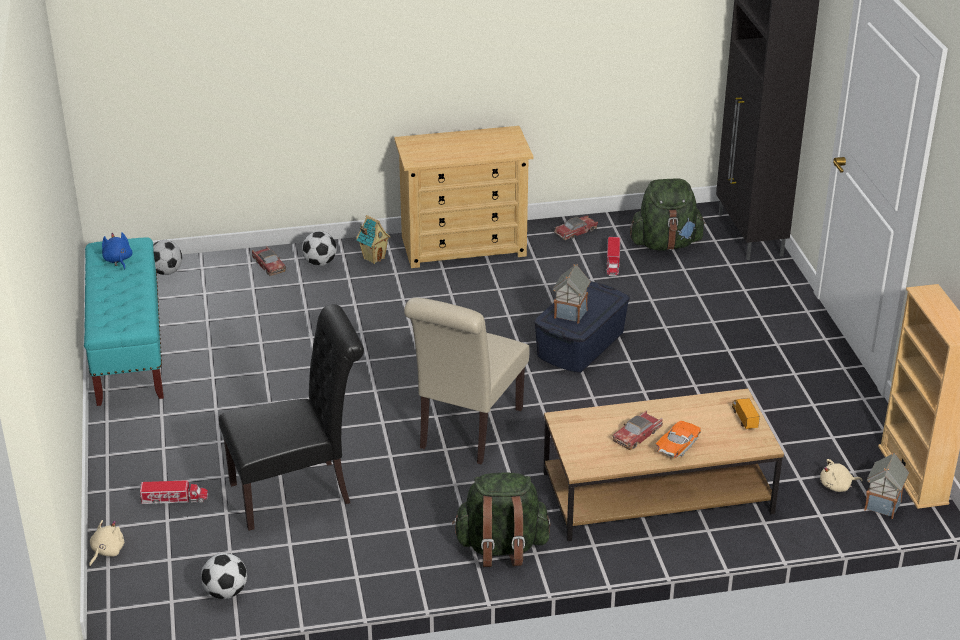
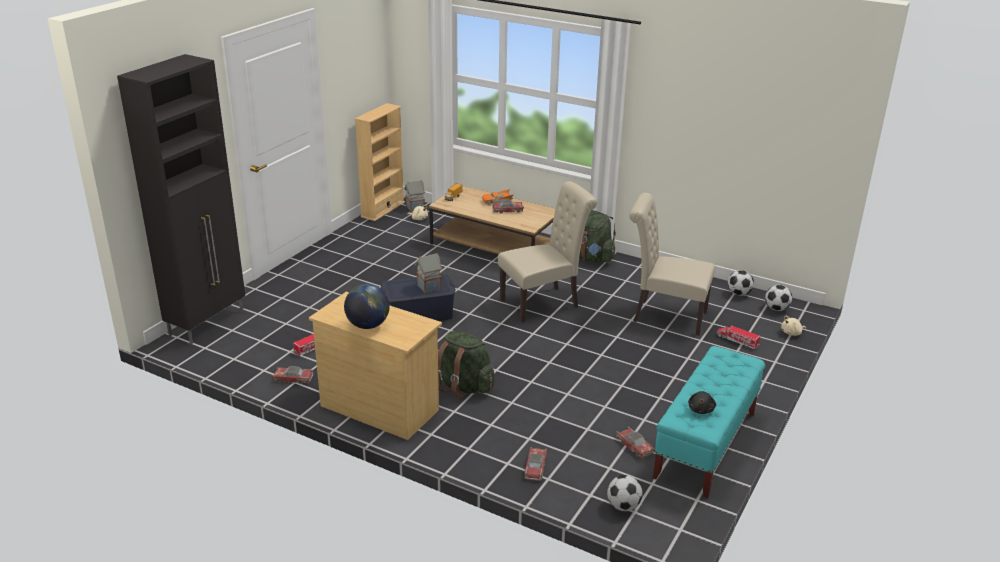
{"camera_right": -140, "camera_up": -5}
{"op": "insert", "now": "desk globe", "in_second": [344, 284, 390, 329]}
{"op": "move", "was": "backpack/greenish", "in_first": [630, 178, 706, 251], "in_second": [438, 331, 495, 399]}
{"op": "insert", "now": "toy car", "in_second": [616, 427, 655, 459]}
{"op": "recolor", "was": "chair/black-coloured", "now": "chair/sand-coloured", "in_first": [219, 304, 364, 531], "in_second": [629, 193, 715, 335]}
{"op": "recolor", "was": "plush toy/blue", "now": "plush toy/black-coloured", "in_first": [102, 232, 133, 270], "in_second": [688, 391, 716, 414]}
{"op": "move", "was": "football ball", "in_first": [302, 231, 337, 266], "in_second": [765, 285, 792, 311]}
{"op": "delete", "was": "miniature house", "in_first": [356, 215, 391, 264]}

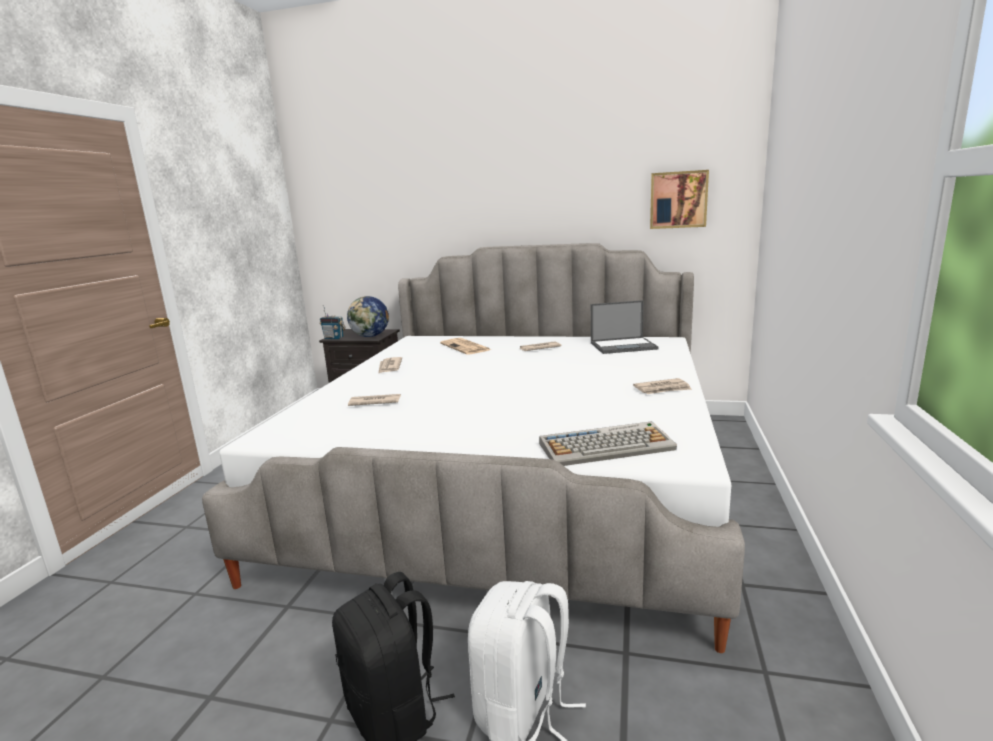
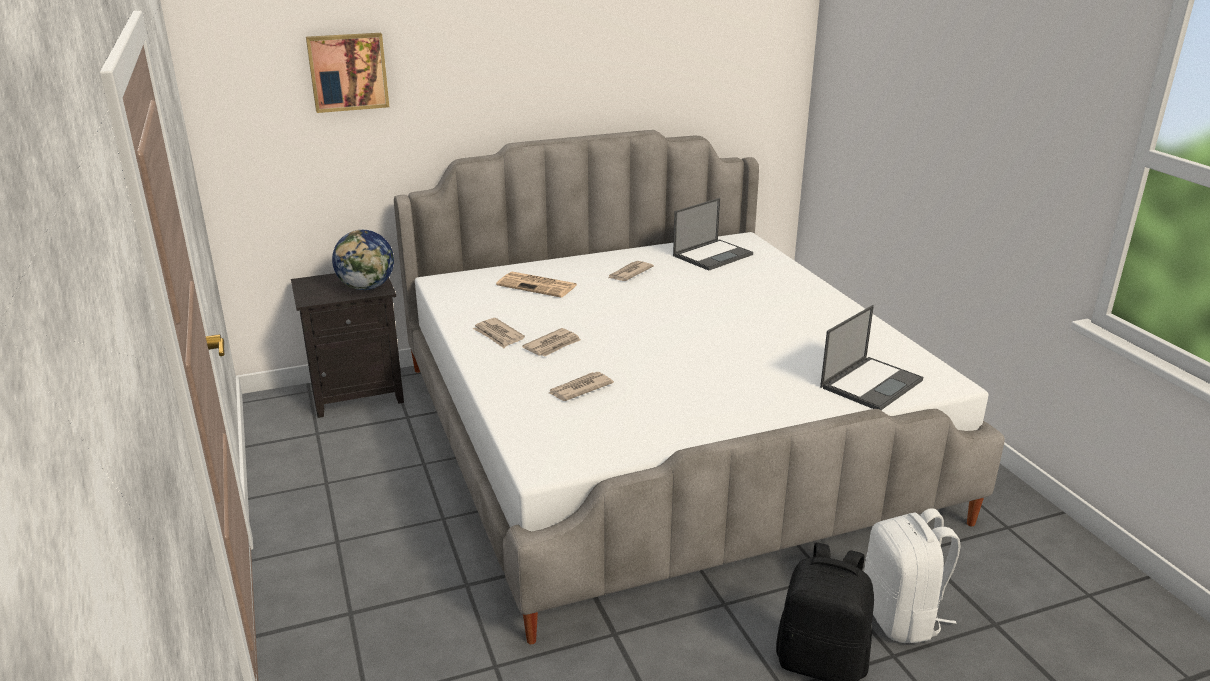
{"camera_right": -35, "camera_up": 10}
{"op": "move", "was": "picture", "in_first": [650, 170, 709, 229], "in_second": [306, 33, 389, 113]}
{"op": "move", "was": "daily paper", "in_first": [633, 378, 692, 394], "in_second": [522, 328, 581, 357]}
{"op": "replace", "was": "computer keyboard", "now": "portable computer", "in_first": [539, 421, 677, 466], "in_second": [820, 305, 923, 410]}
{"op": "delete", "was": "radio", "in_first": [320, 305, 346, 339]}

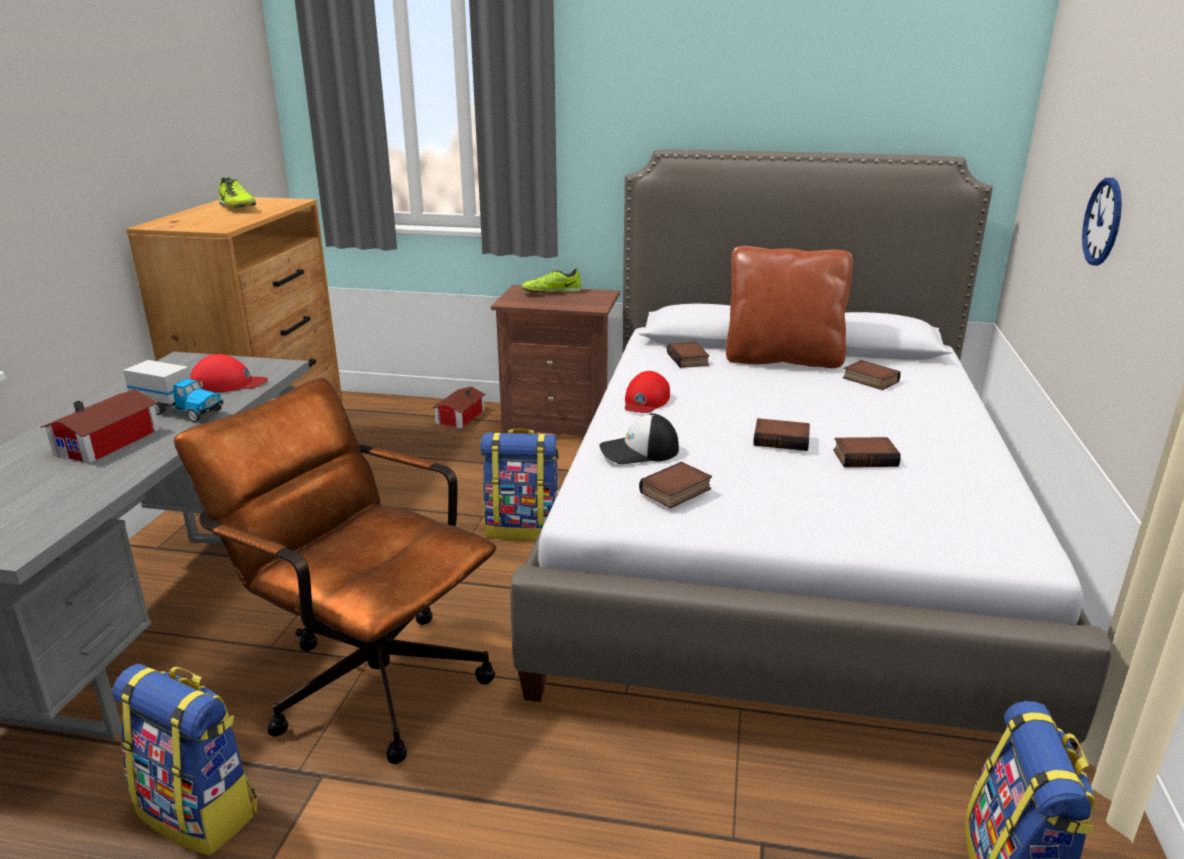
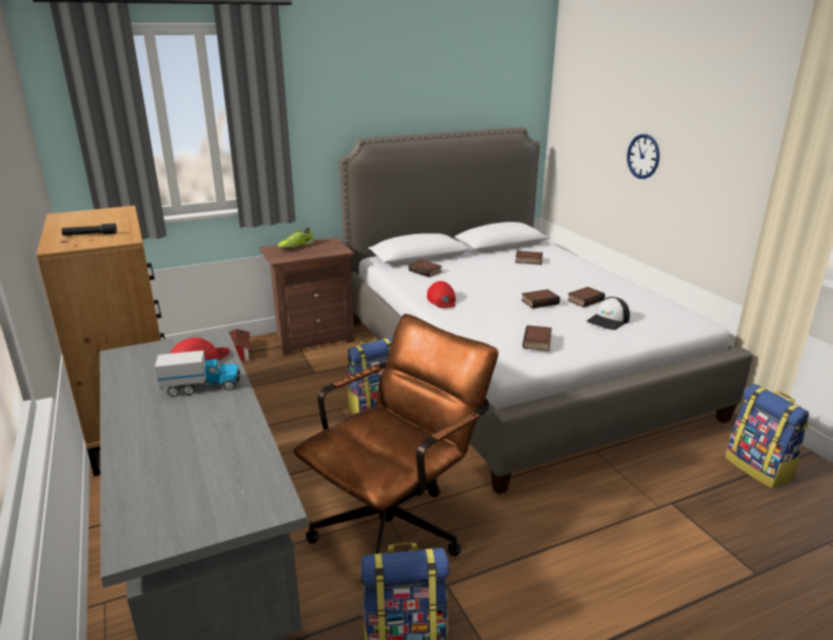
{"camera_right": -35, "camera_up": 0}
{"op": "insert", "now": "flashlight/black-coloured", "in_second": [61, 223, 117, 236]}
{"op": "rotate", "was": "computer chair/brown", "in_first": [174, 378, 496, 764], "in_second": [293, 314, 499, 557], "clockwise": 135}
{"op": "move", "was": "baseball cap", "in_first": [599, 413, 679, 464], "in_second": [587, 297, 630, 330]}
{"op": "delete", "was": "miniature house", "in_first": [41, 389, 160, 464]}
{"op": "delete", "was": "shoe", "in_first": [219, 177, 256, 208]}
{"op": "delete", "was": "cushion/brown", "in_first": [726, 246, 853, 368]}

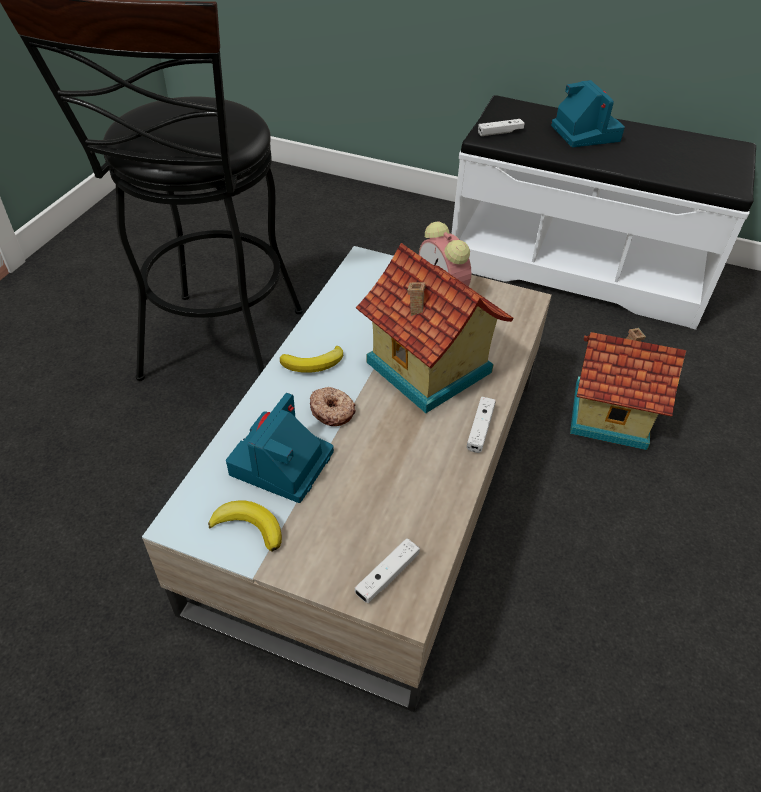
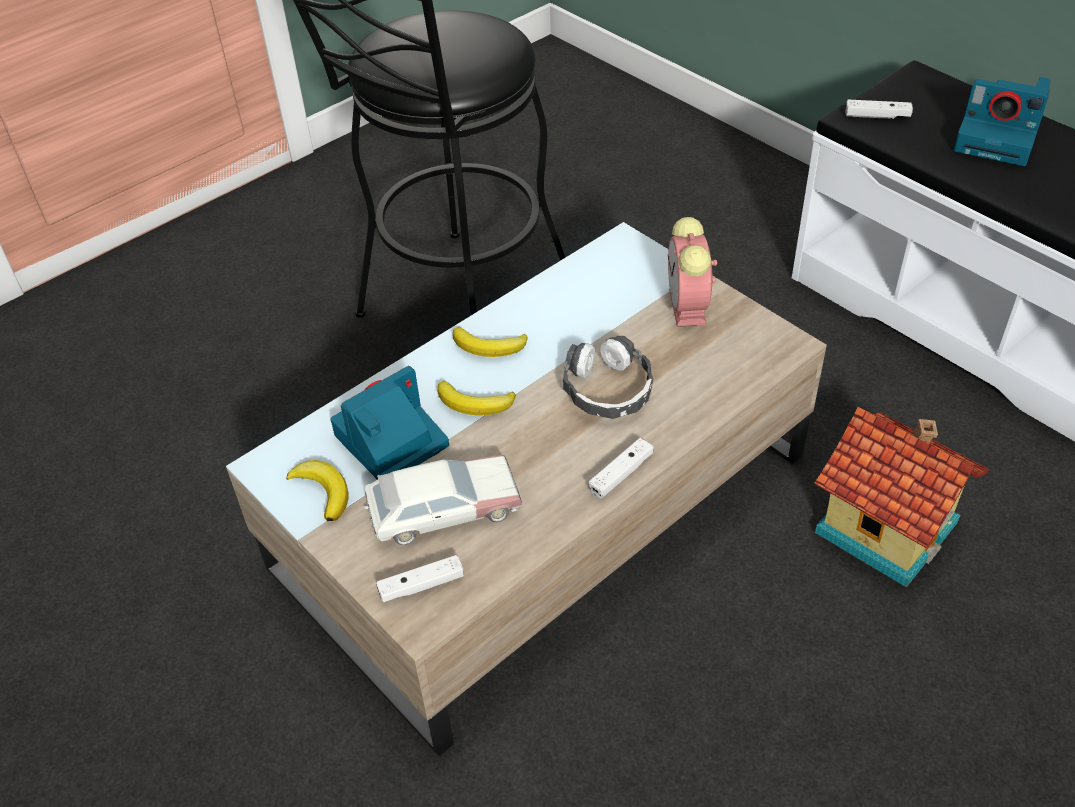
{"camera_right": 30, "camera_up": 0}
{"op": "insert", "now": "toy car", "in_second": [364, 455, 522, 545]}
{"op": "replace", "was": "ring doughnut", "now": "banana", "in_first": [310, 387, 356, 426], "in_second": [437, 381, 516, 415]}
{"op": "replace", "was": "miniature house", "now": "headset", "in_first": [356, 243, 514, 413], "in_second": [563, 336, 653, 419]}
{"op": "rotate", "was": "photo camera", "in_first": [551, 80, 625, 147], "in_second": [954, 77, 1051, 166], "clockwise": 105}

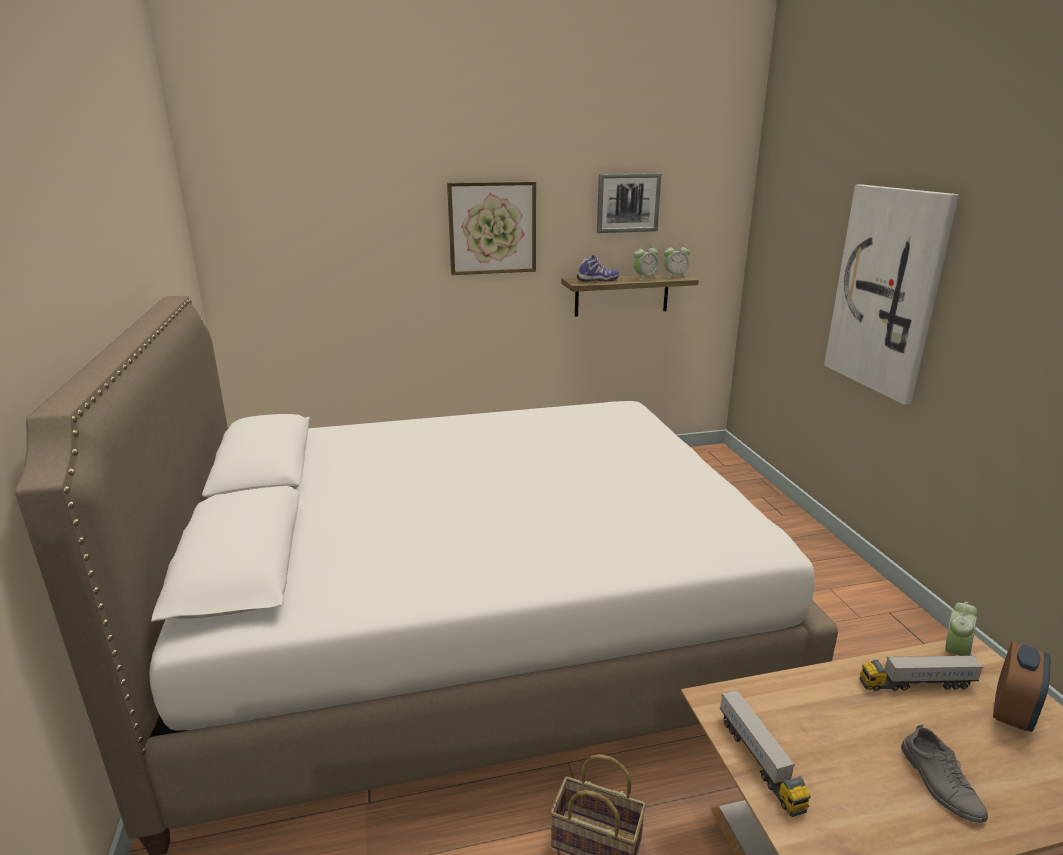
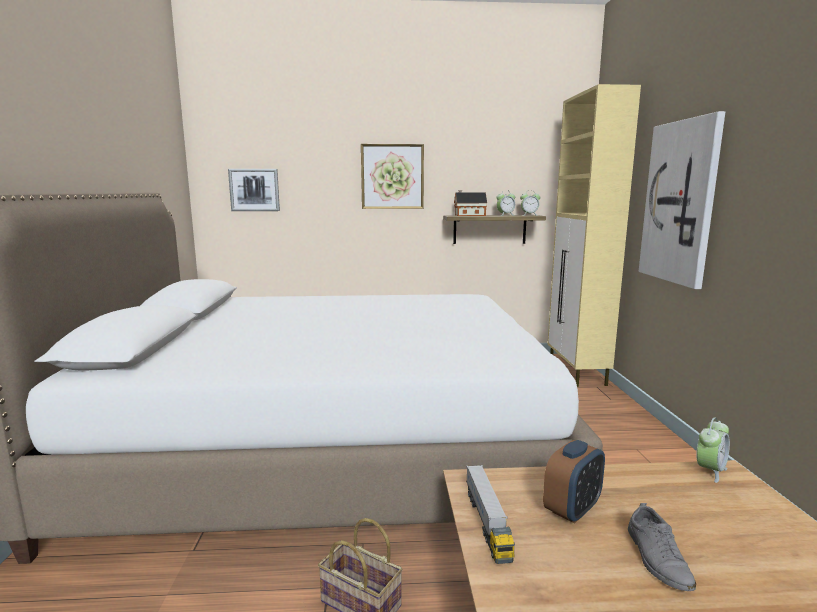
{"camera_right": 10, "camera_up": -10}
{"op": "move", "was": "picture", "in_first": [597, 173, 661, 233], "in_second": [228, 169, 280, 211]}
{"op": "replace", "was": "shoe", "now": "miniature house", "in_first": [577, 255, 619, 282], "in_second": [454, 190, 487, 216]}
{"op": "move", "was": "alarm clock", "in_first": [993, 642, 1050, 732], "in_second": [543, 440, 605, 524]}
{"op": "insert", "now": "storage cabinet/sand-coloured", "in_second": [547, 84, 641, 387]}
{"op": "delete", "was": "toy lorry", "in_first": [859, 655, 984, 691]}

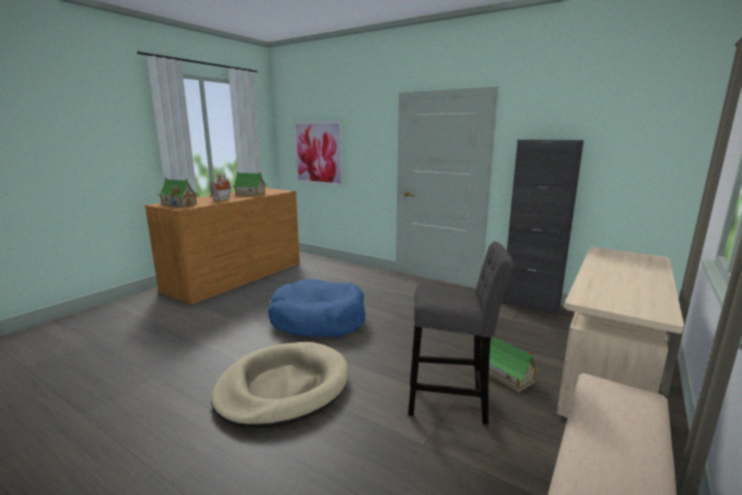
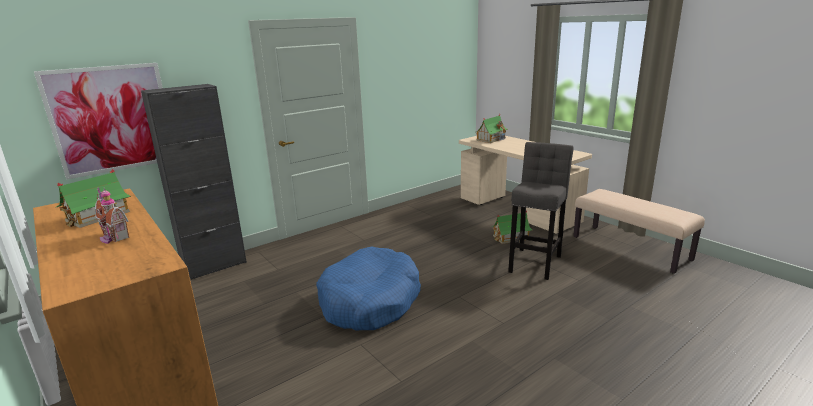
{"camera_right": -70, "camera_up": 5}
{"op": "move", "was": "storage cabinet/black-coloured", "in_first": [502, 139, 584, 316], "in_second": [141, 84, 247, 280]}
{"op": "move", "was": "miniature house", "in_first": [157, 177, 198, 207], "in_second": [476, 114, 508, 143]}
{"op": "delete", "was": "pet bed/sand-coloured", "in_first": [211, 342, 349, 428]}

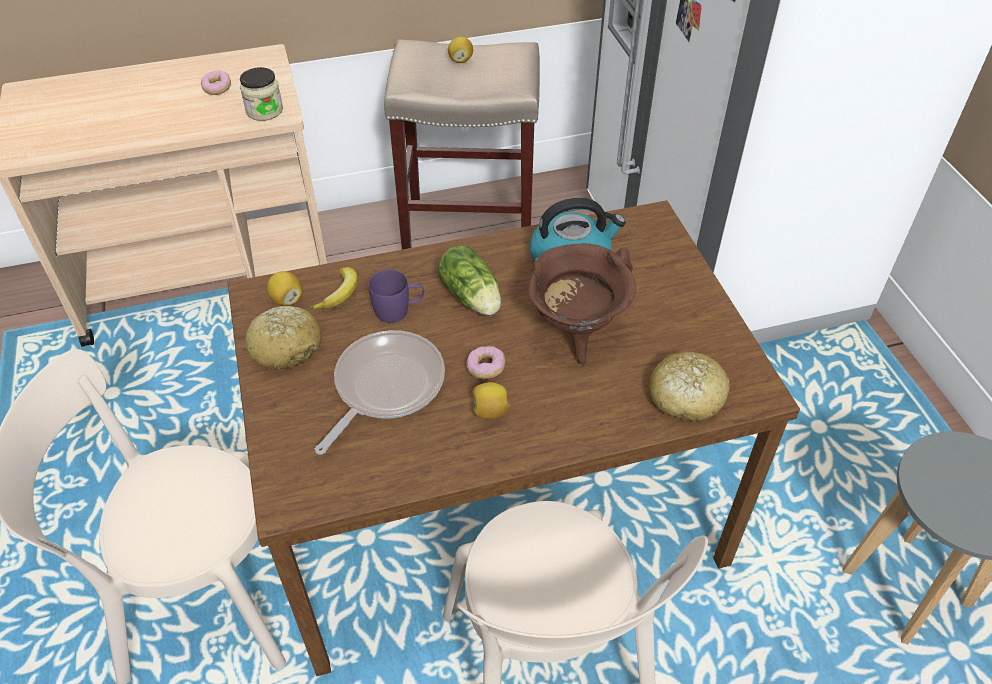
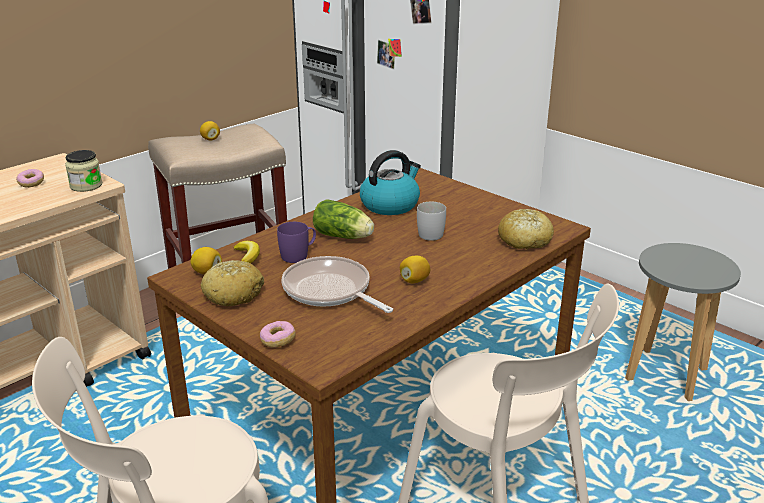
{"camera_right": -30, "camera_up": -20}
{"op": "move", "was": "ring doughnut", "in_first": [467, 346, 505, 379], "in_second": [260, 321, 296, 347]}
{"op": "rotate", "was": "skillet", "in_first": [315, 330, 445, 455], "in_second": [282, 256, 393, 313], "clockwise": -45}
{"op": "replace", "was": "cooking pot/brown", "now": "mug/whitish", "in_first": [529, 243, 636, 364], "in_second": [417, 202, 446, 241]}

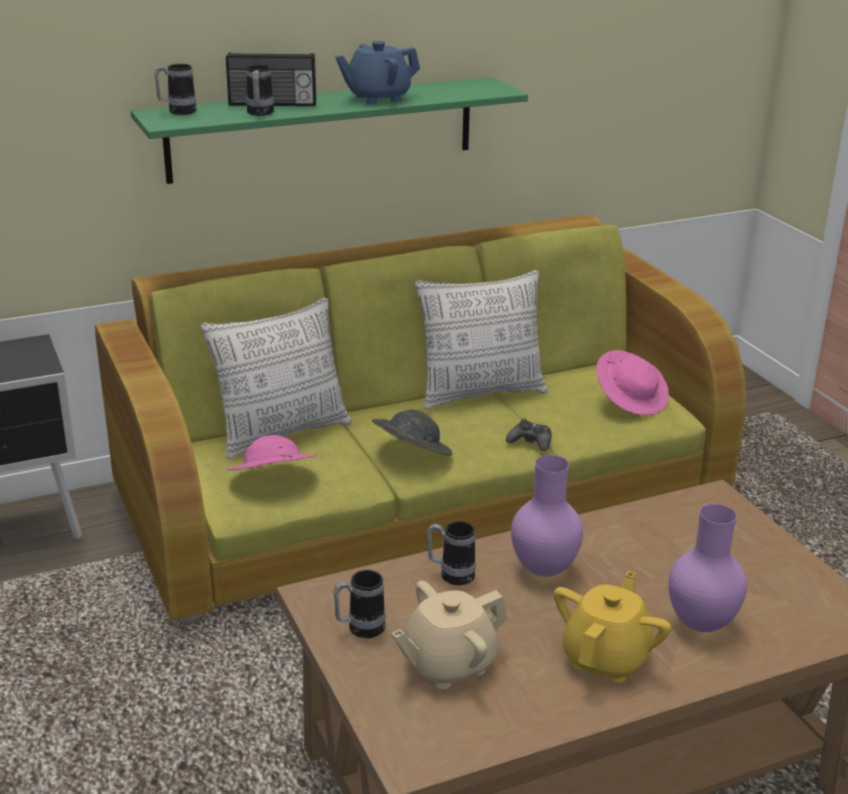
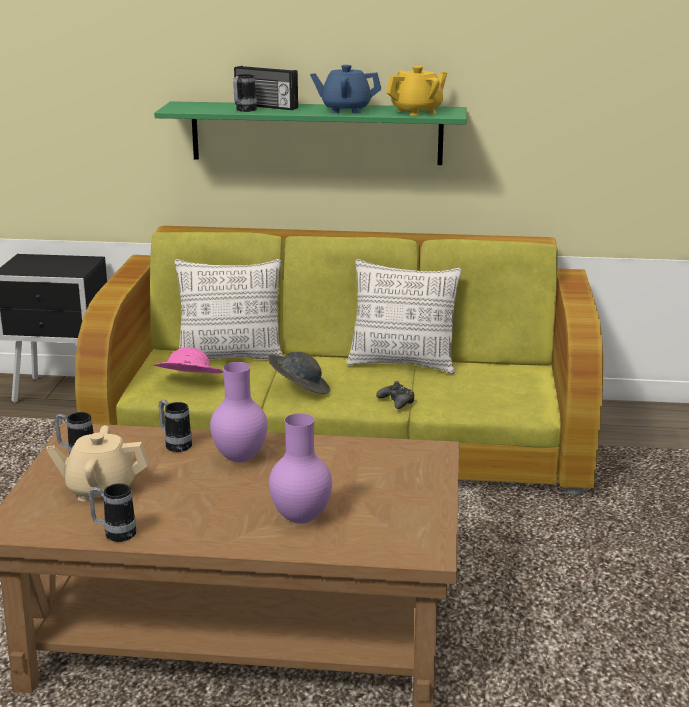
{"camera_right": 30, "camera_up": -5}
{"op": "move", "was": "mug", "in_first": [155, 64, 196, 115], "in_second": [89, 483, 136, 542]}
{"op": "move", "was": "teapot/yellow", "in_first": [554, 571, 671, 683], "in_second": [386, 66, 447, 116]}
{"op": "delete", "was": "hat/pink", "in_first": [597, 350, 669, 415]}

